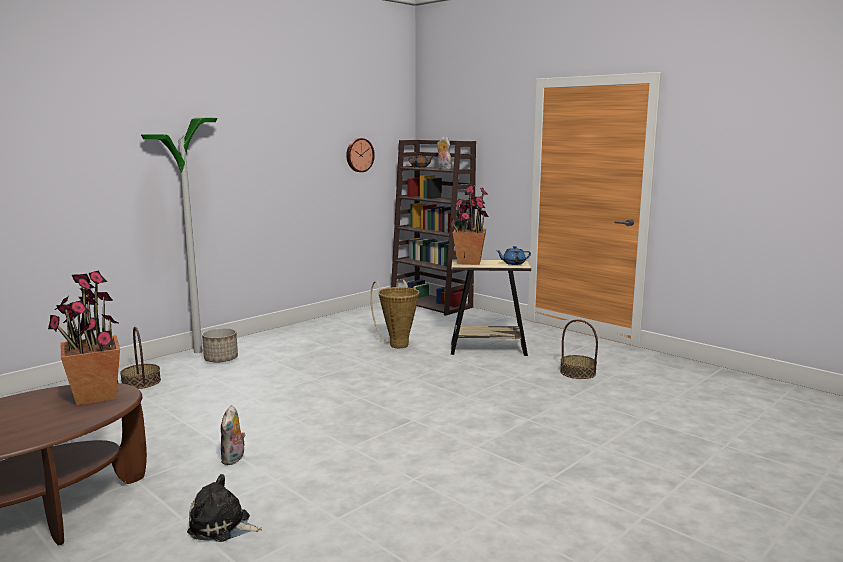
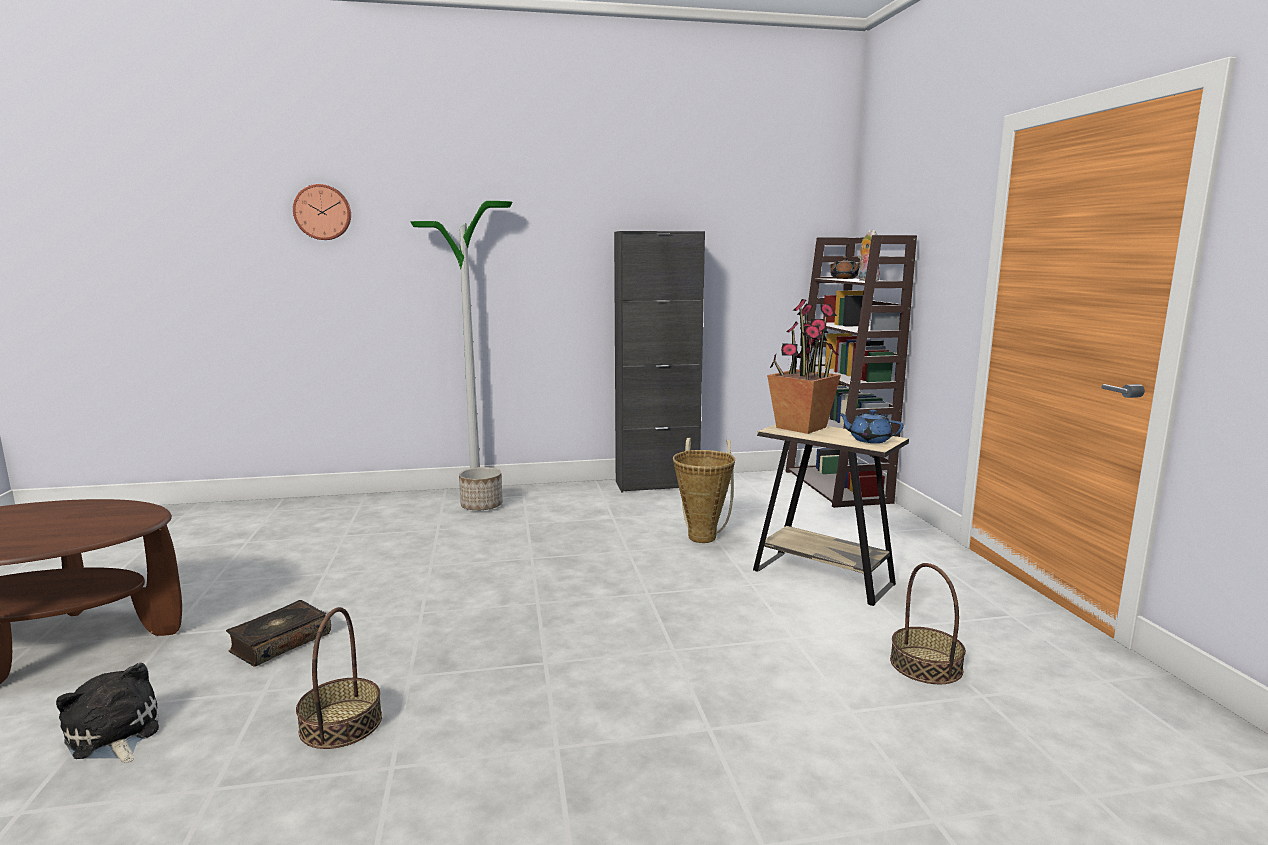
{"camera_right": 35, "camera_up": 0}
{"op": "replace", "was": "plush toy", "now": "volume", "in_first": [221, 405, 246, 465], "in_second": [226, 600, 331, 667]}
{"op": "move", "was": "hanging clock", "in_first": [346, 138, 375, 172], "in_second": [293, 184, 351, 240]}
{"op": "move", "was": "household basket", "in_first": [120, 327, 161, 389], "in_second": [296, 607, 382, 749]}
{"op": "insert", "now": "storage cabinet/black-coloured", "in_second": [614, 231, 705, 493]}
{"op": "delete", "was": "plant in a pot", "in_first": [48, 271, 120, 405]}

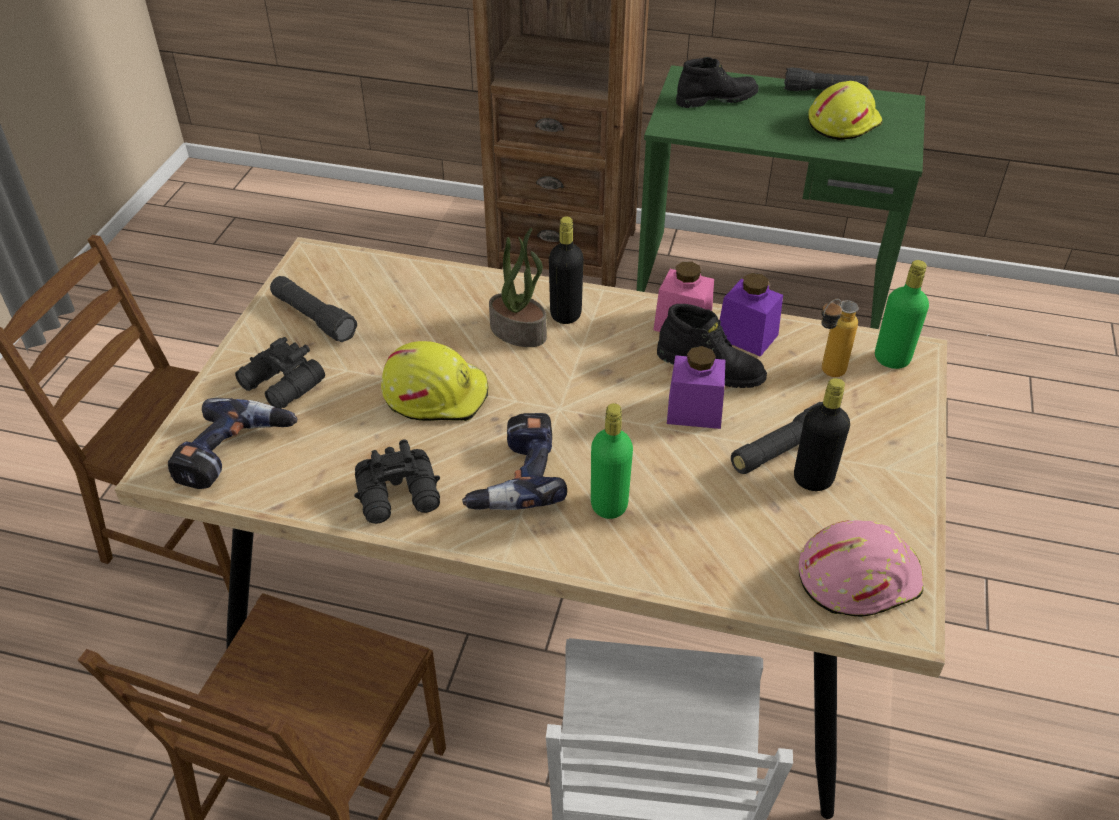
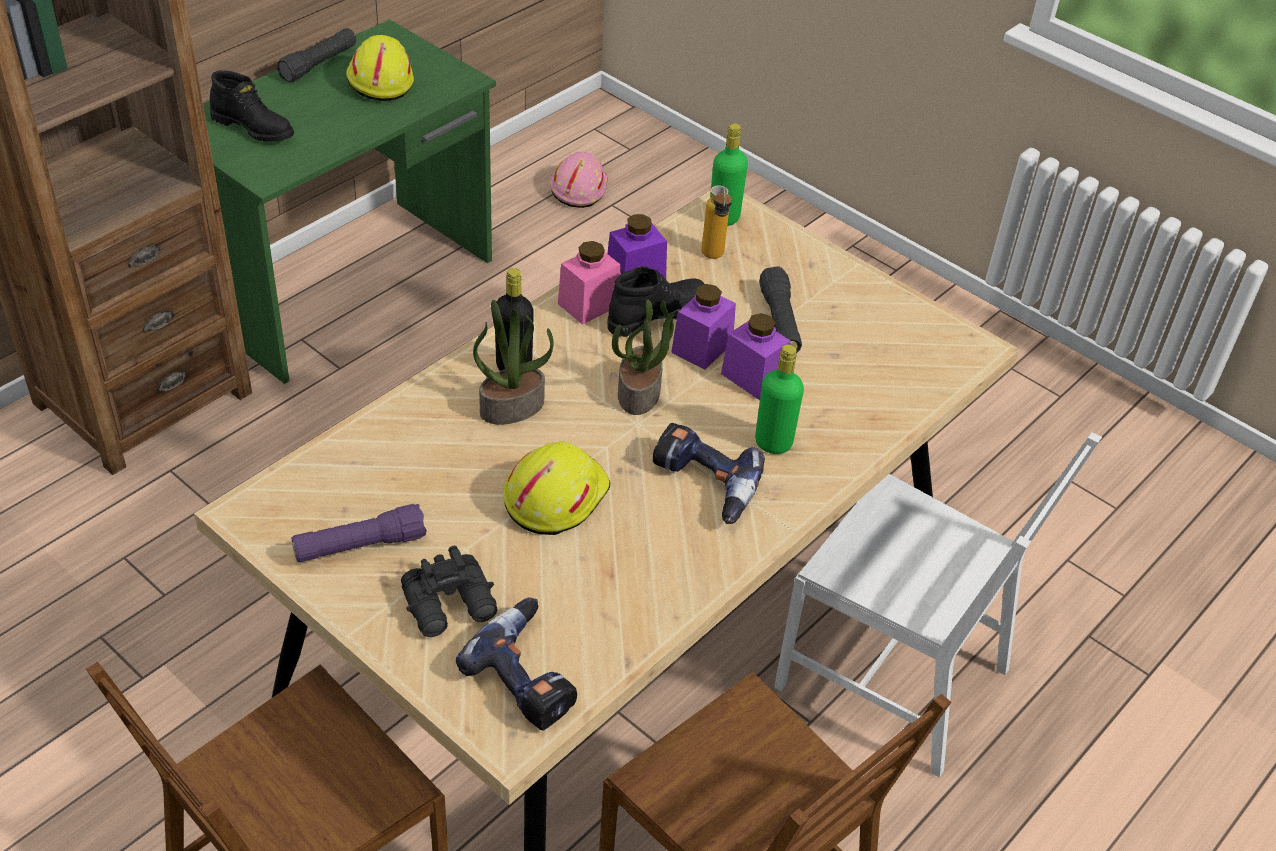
{"camera_right": -65, "camera_up": 0}
{"op": "rotate", "was": "tall boot/black-coloured", "in_first": [676, 57, 759, 108], "in_second": [210, 70, 294, 142], "clockwise": 105}
{"op": "recolor", "was": "flashlight/black-coloured", "now": "flashlight/purple-coloured", "in_first": [270, 276, 357, 342], "in_second": [292, 504, 427, 562]}
{"op": "move", "was": "hard hat/pink", "in_first": [799, 520, 923, 617], "in_second": [550, 152, 608, 208]}
{"op": "insert", "now": "plant in a pot", "in_second": [612, 300, 682, 415]}
{"op": "insert", "now": "jar/purple-coloured", "in_second": [721, 313, 791, 400]}
{"op": "delete", "was": "binoculars/black-coloured", "in_first": [354, 439, 440, 524]}
{"op": "delete", "was": "beverage bottle/black-coloured", "in_first": [794, 378, 850, 491]}

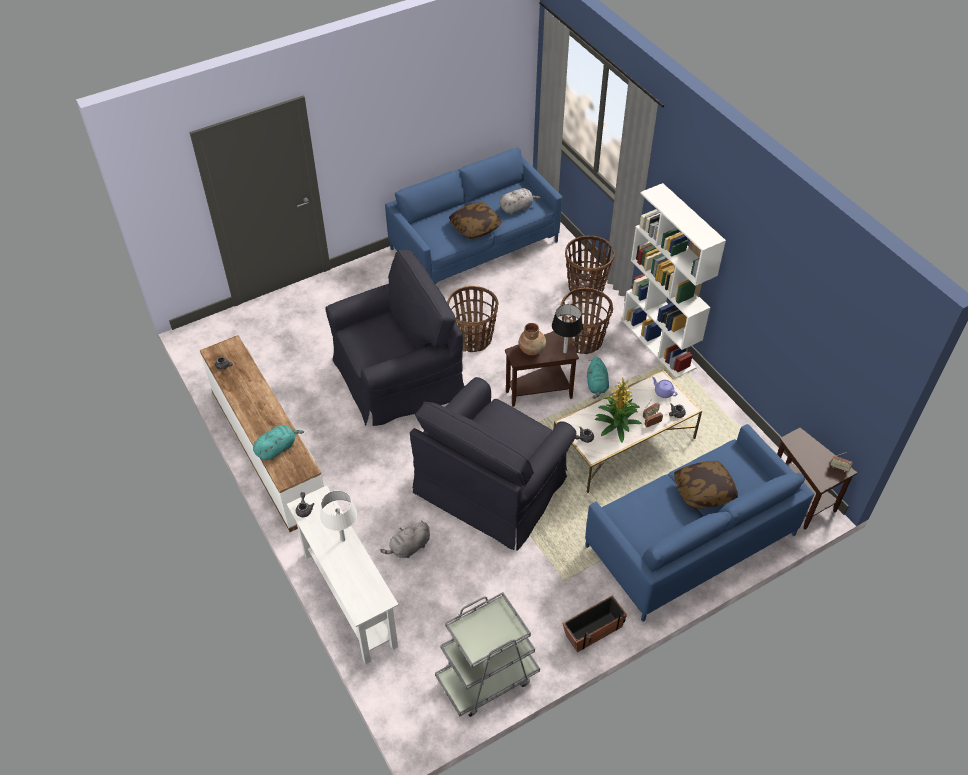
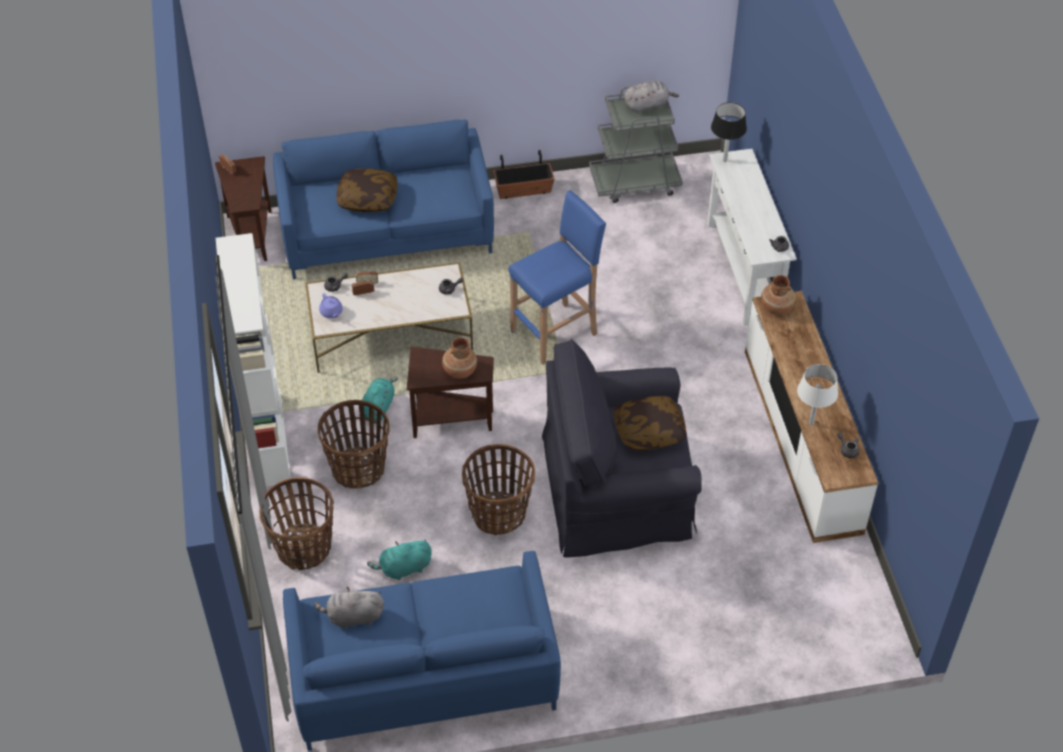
{"camera_right": -160, "camera_up": 0}
{"op": "move", "was": "plush toy/turquoise", "in_first": [253, 425, 304, 460], "in_second": [367, 539, 432, 580]}
{"op": "replace", "was": "easy chair/black-coloured", "now": "sitting stool/blue", "in_first": [410, 377, 577, 551], "in_second": [508, 190, 606, 365]}
{"op": "move", "was": "cushion", "in_first": [449, 202, 502, 239], "in_second": [614, 396, 686, 450]}
{"op": "move", "was": "plush toy/greyish", "in_first": [380, 521, 430, 558], "in_second": [624, 81, 679, 113]}
{"op": "move", "was": "lamp for a table/black-coloured", "in_first": [552, 304, 583, 353], "in_second": [711, 102, 747, 162]}
{"op": "insert", "now": "decorative vase/brown", "in_second": [761, 275, 795, 315]}
{"op": "move", "was": "lamp for a table/whitish", "in_first": [320, 491, 357, 542], "in_second": [797, 364, 838, 425]}
{"op": "delete", "was": "plant in a pot", "in_first": [595, 377, 642, 442]}

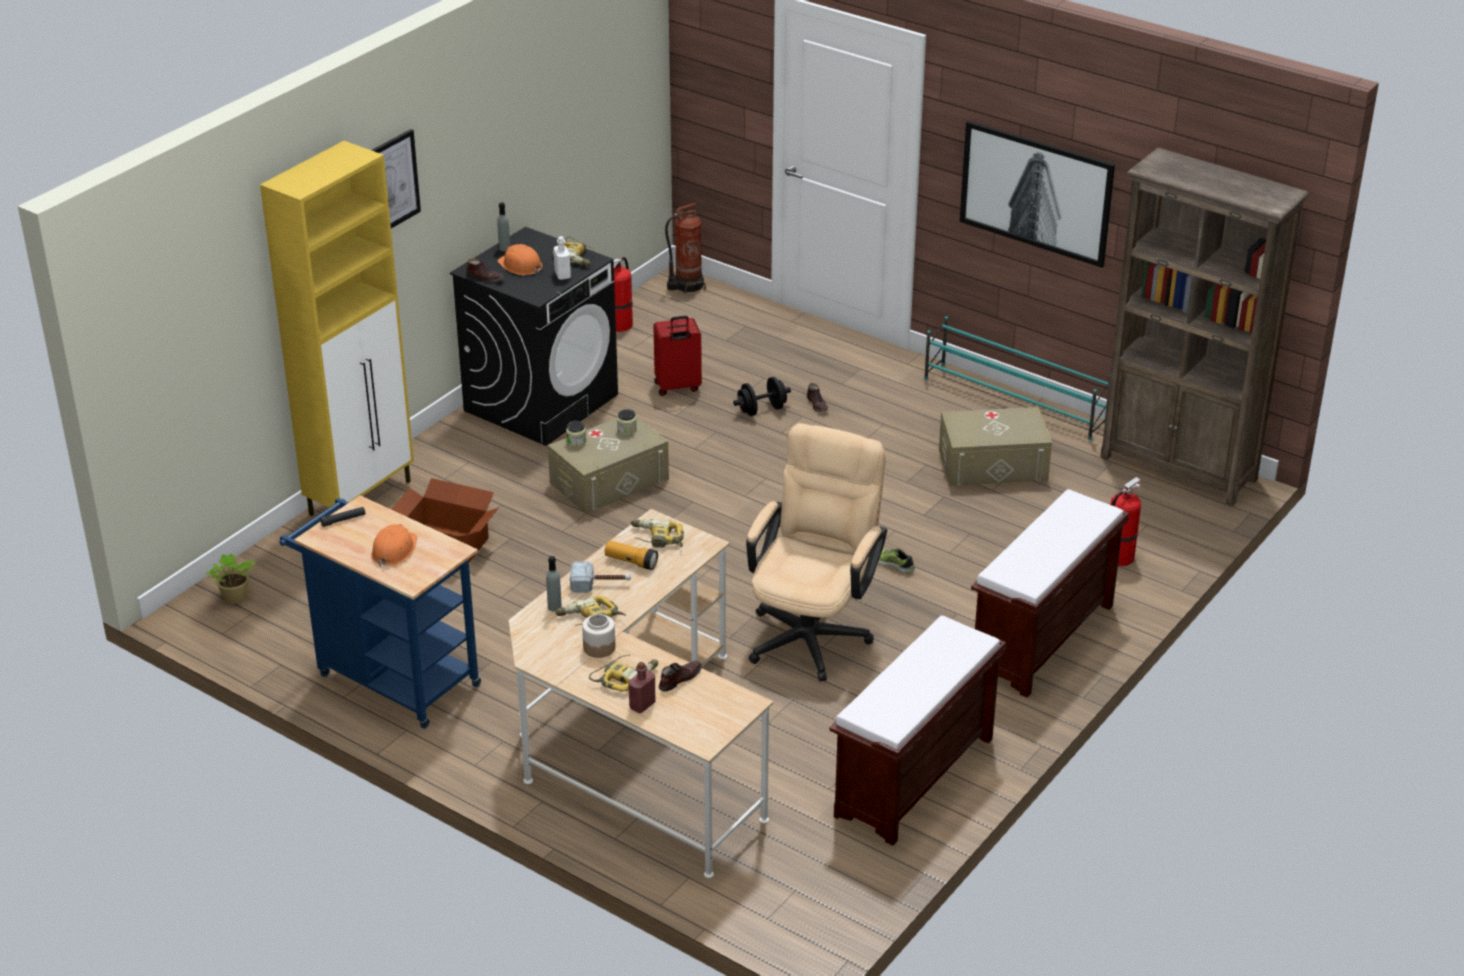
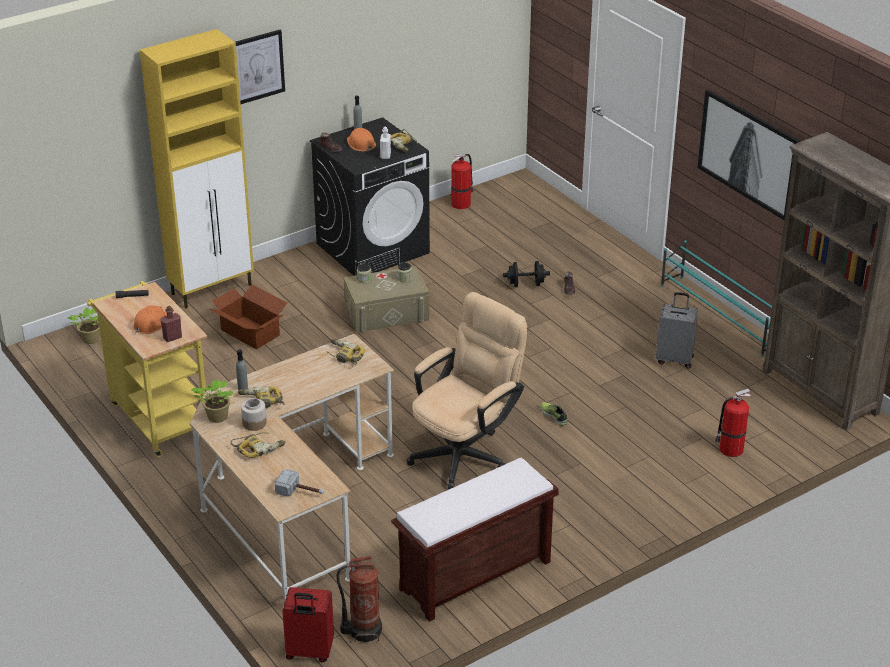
{"camera_right": 20, "camera_up": 0}
{"op": "recolor", "was": "cart/blue", "now": "cart/yellow", "in_first": [280, 495, 481, 729], "in_second": [87, 281, 207, 457]}
{"op": "move", "was": "beverage bottle/red-coloured", "in_first": [628, 662, 656, 713], "in_second": [160, 306, 182, 342]}
{"op": "insert", "now": "plant in a pot", "in_second": [191, 379, 234, 423]}
{"op": "move", "was": "hand hammer", "in_first": [569, 562, 631, 593], "in_second": [275, 469, 324, 497]}
{"op": "move", "was": "suitcase/red-coloured", "in_first": [653, 316, 702, 396], "in_second": [282, 587, 334, 662]}
{"op": "move", "was": "fire extinguisher", "in_first": [665, 203, 706, 293], "in_second": [336, 556, 382, 642]}
{"op": "replace", "was": "storage bin/sand-coloured", "now": "suitcase/greyish", "in_first": [939, 407, 1052, 486], "in_second": [656, 292, 698, 369]}
{"op": "delete", "was": "flashlight", "in_first": [605, 541, 658, 570]}
{"op": "delete", "was": "shoe/brown", "in_first": [659, 660, 702, 692]}
{"op": "delete", "was": "long seat/brown", "in_first": [971, 489, 1129, 698]}

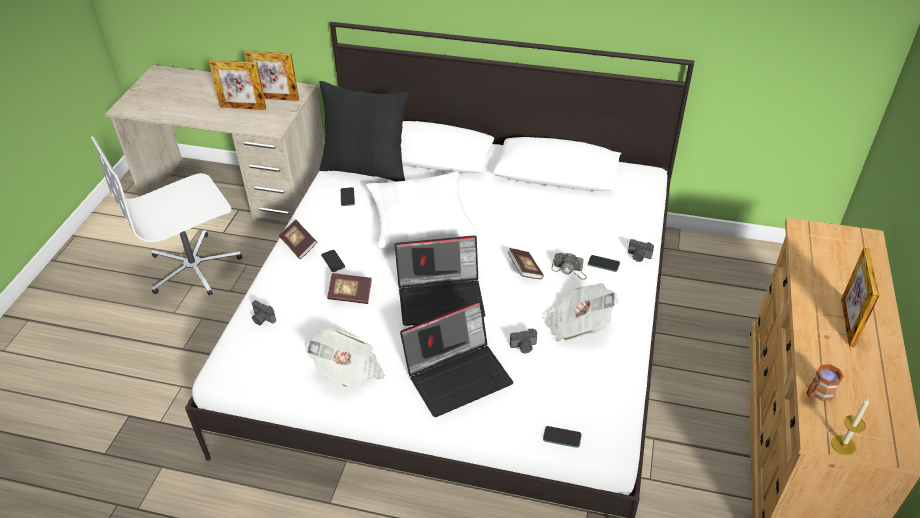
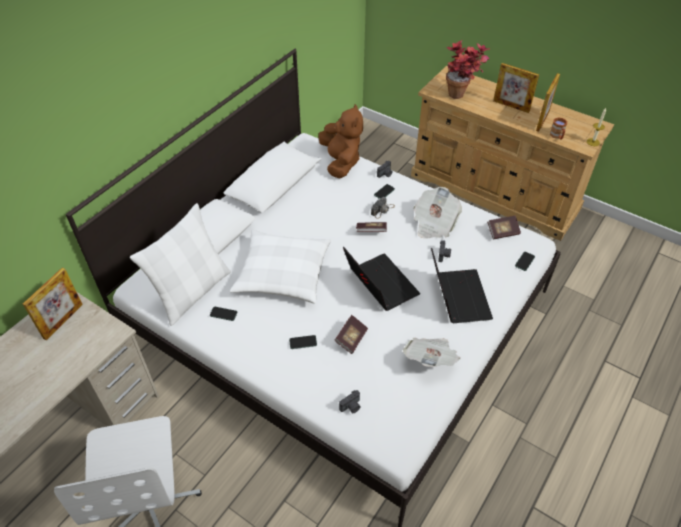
{"camera_right": -70, "camera_up": 5}
{"op": "recolor", "was": "cushion/black-coloured", "now": "cushion/whitish", "in_first": [319, 81, 410, 182], "in_second": [130, 203, 231, 326]}
{"op": "insert", "now": "plush toy/brown", "in_second": [318, 104, 363, 179]}
{"op": "rotate", "was": "portable computer", "in_first": [395, 235, 485, 326], "in_second": [343, 246, 420, 311], "clockwise": -45}
{"op": "insert", "now": "plant in a pot", "in_second": [446, 40, 490, 99]}
{"op": "move", "was": "volume", "in_first": [279, 220, 317, 259], "in_second": [487, 216, 521, 240]}
{"op": "move", "was": "photo frame", "in_first": [209, 60, 266, 110], "in_second": [536, 73, 560, 132]}

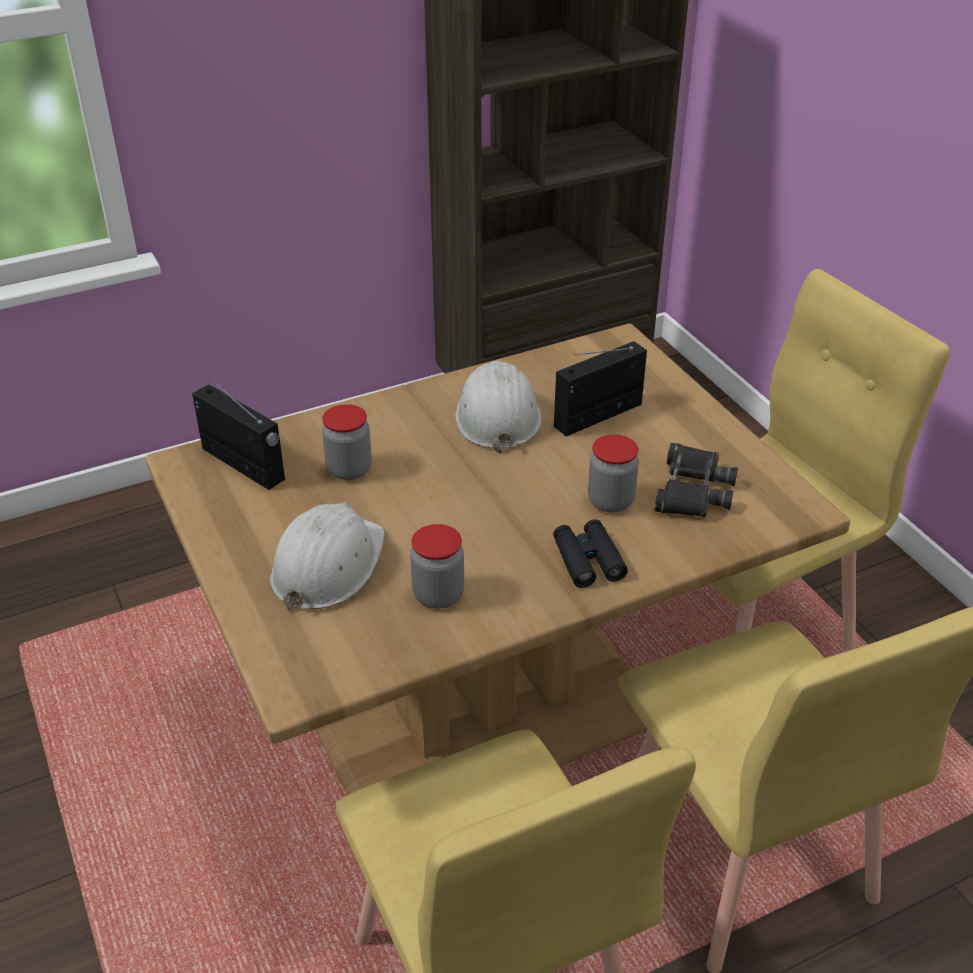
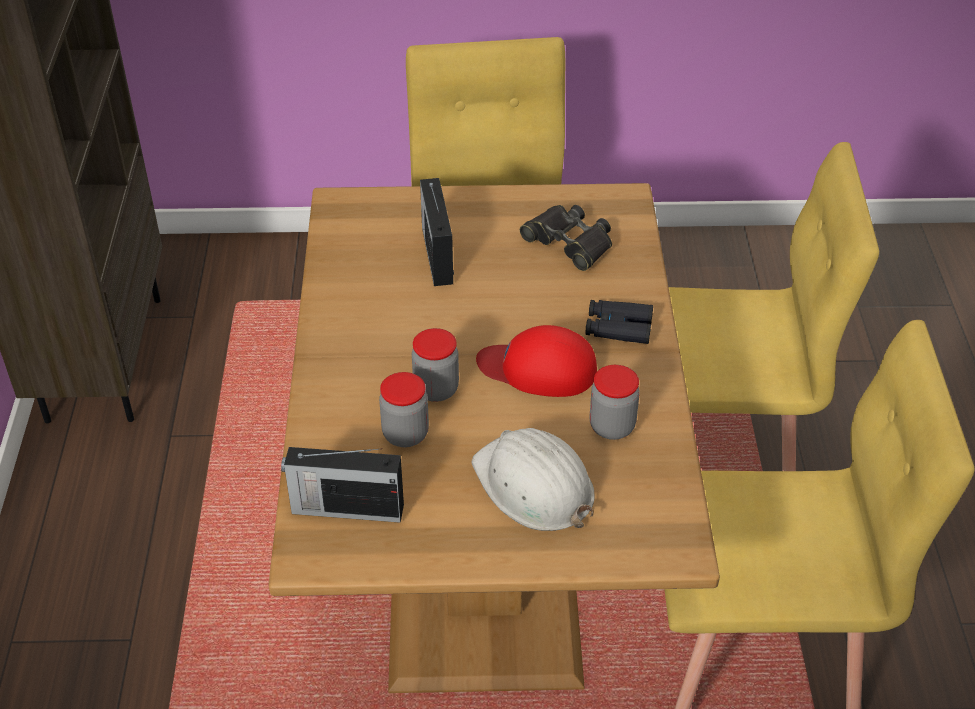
{"camera_right": -65, "camera_up": 5}
{"op": "rotate", "was": "radio", "in_first": [192, 376, 285, 490], "in_second": [281, 447, 404, 523], "clockwise": -150}
{"op": "move", "was": "jar", "in_first": [588, 435, 639, 513], "in_second": [412, 328, 459, 402]}
{"op": "insert", "now": "baseball cap/red-coloured", "in_second": [476, 325, 597, 397]}
{"op": "delete", "was": "hard hat/whitish", "in_first": [455, 361, 542, 453]}

